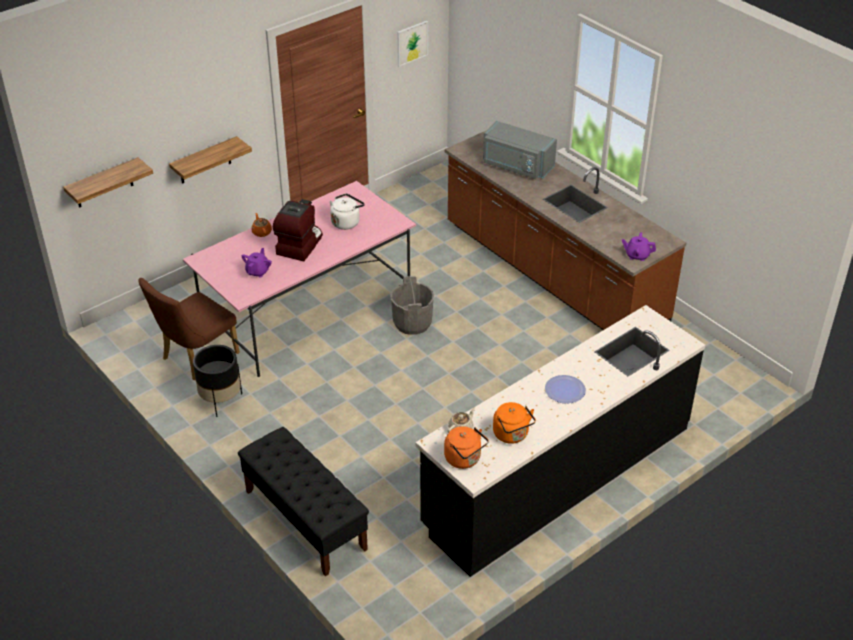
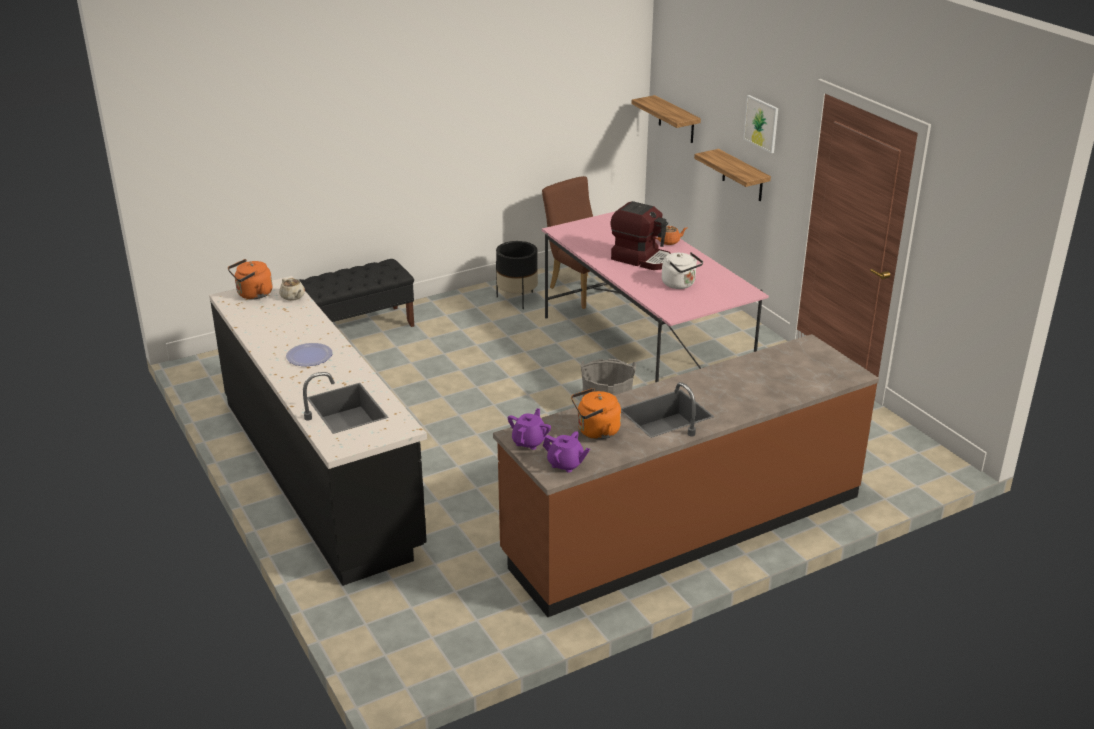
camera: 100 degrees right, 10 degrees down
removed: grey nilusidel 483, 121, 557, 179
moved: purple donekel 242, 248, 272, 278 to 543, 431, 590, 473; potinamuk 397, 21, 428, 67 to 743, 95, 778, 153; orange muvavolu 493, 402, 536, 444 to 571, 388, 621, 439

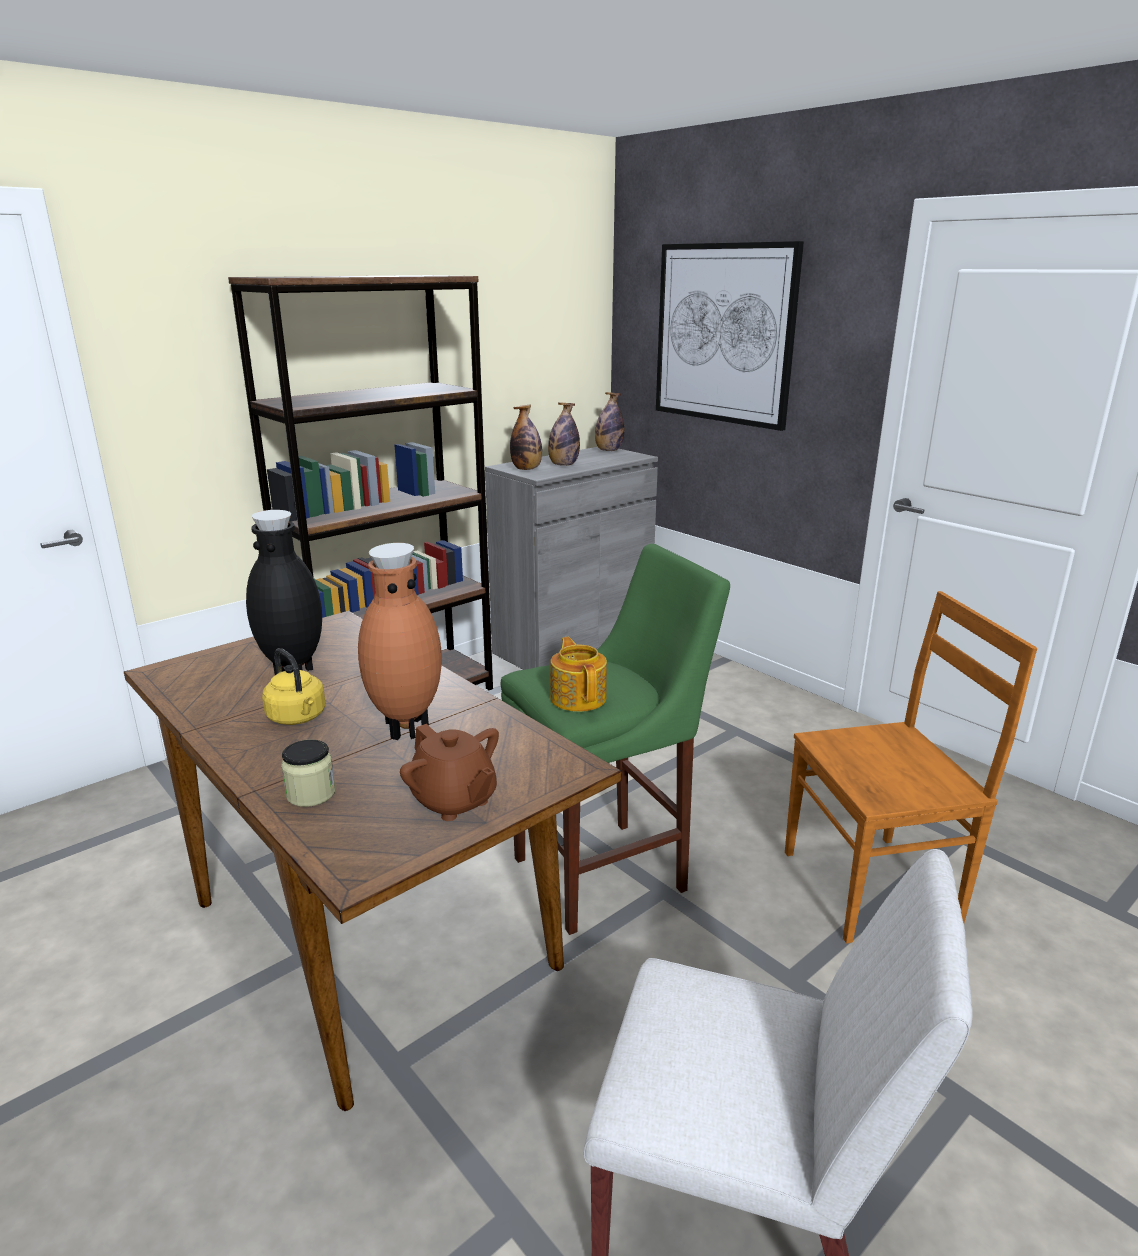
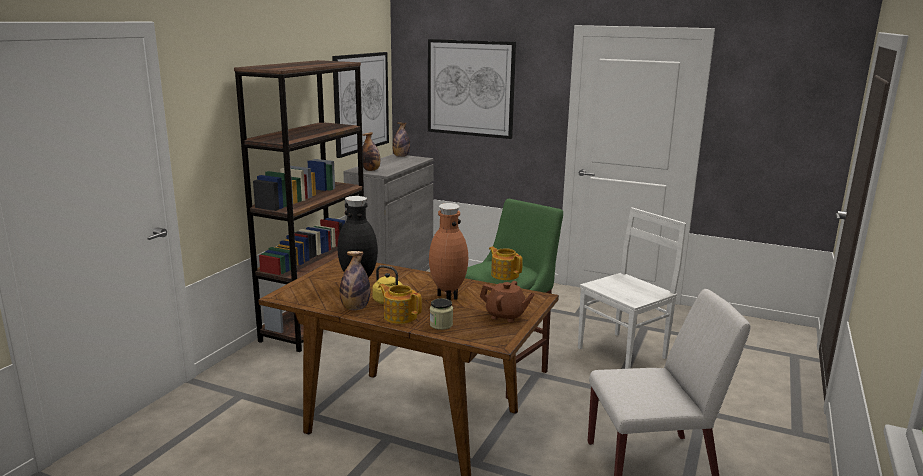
camera: 25 degrees left, 5 degrees down
added: potinamuk 332, 52, 389, 158; donekel 378, 284, 422, 324
moved: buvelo 548, 402, 580, 466 to 340, 251, 370, 310
recoloured: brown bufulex 785, 591, 1037, 943 to white bufulex 578, 208, 686, 369

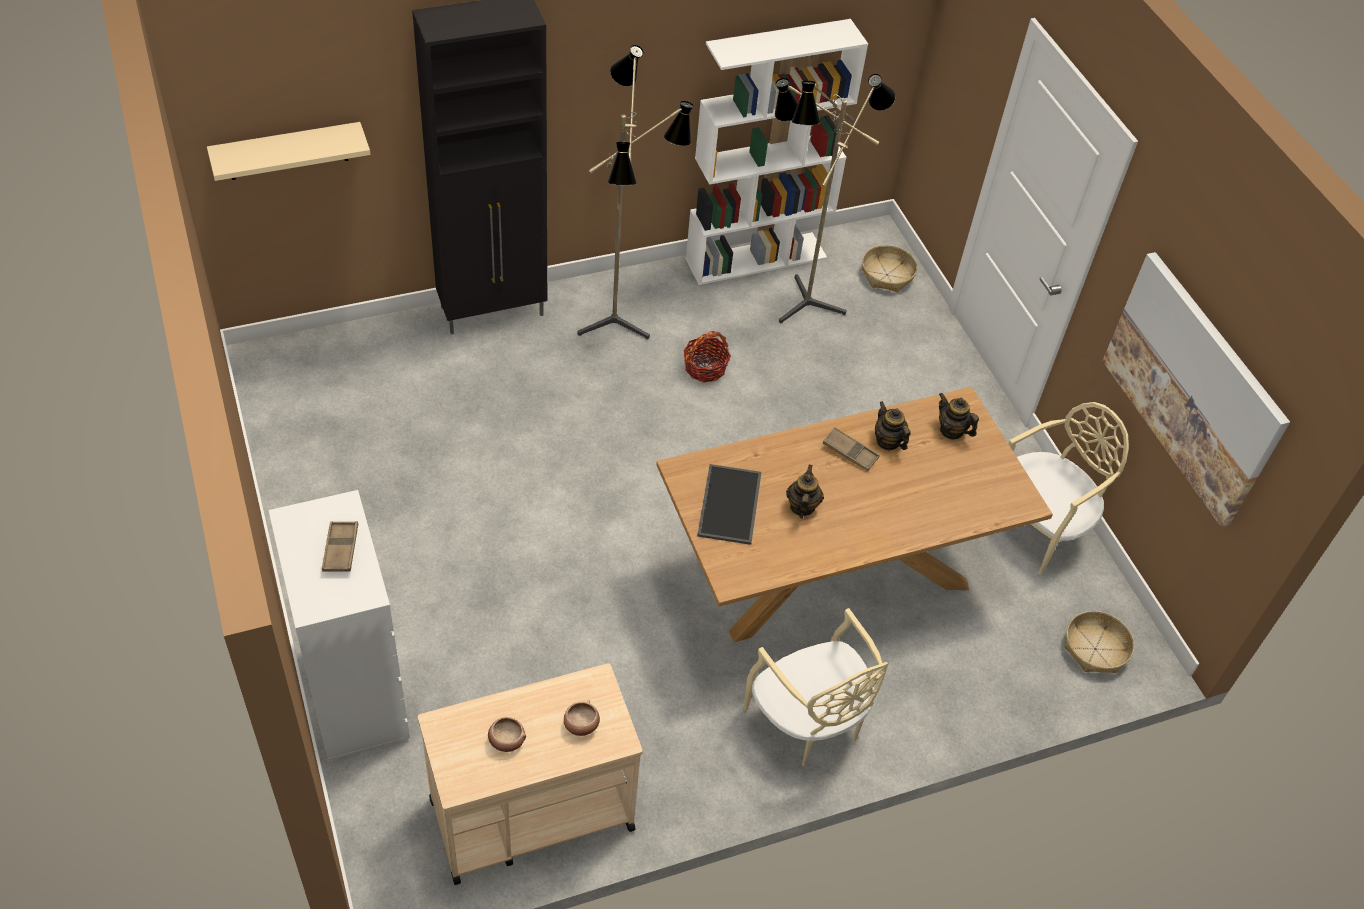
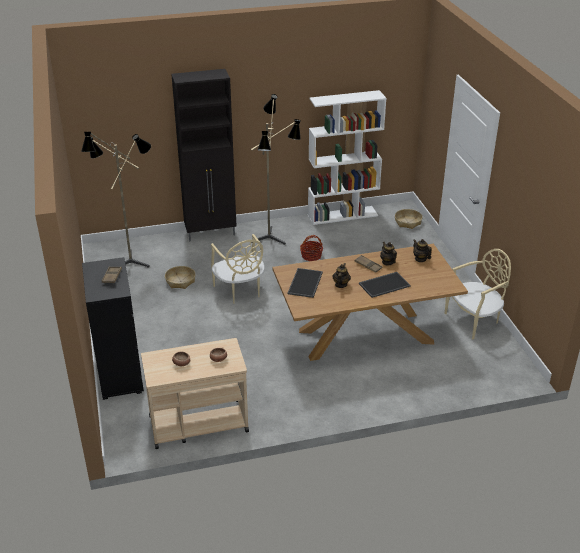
camera: 10 degrees right, 15 degrees down
removed: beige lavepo 207, 122, 370, 181; potinamuk 1102, 252, 1290, 527
added: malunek 359, 272, 411, 298
moved: beige bufulex 744, 608, 888, 766 to 211, 234, 265, 304; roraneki 775, 74, 895, 323 to 81, 131, 151, 268; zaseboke 1065, 611, 1134, 673 to 165, 266, 196, 289
recoloured: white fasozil 268, 490, 410, 763 to black fasozil 82, 257, 144, 400

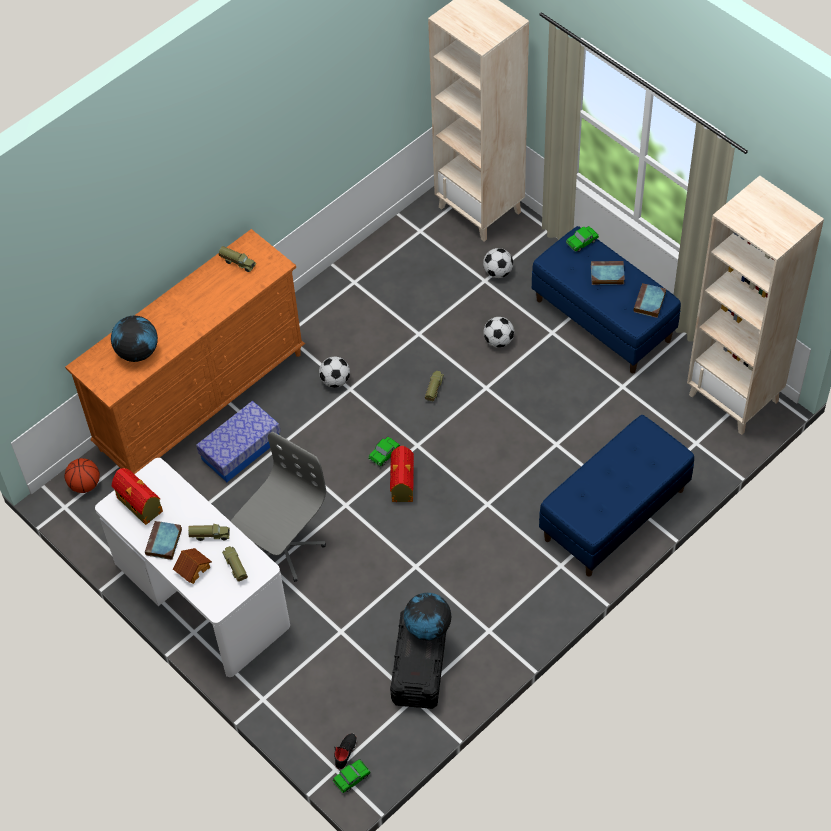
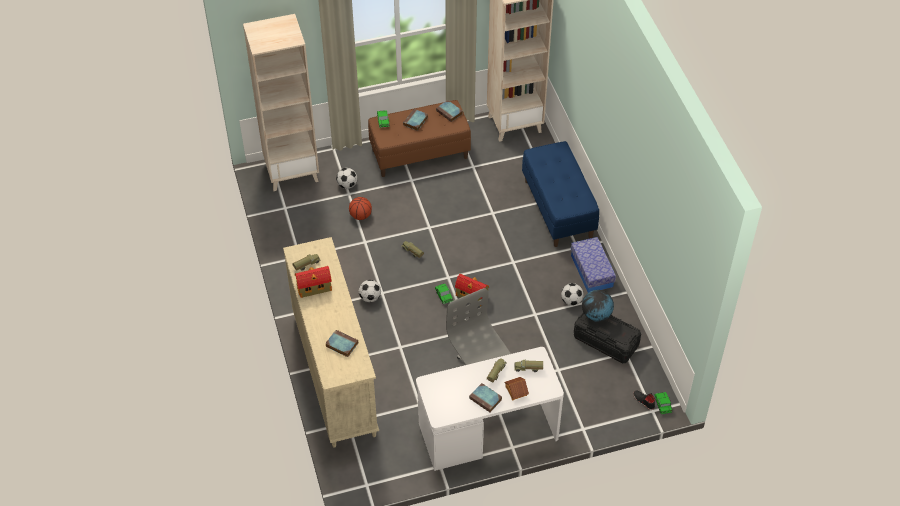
camera: 65 degrees left, 5 degrees down
moved: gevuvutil 64, 458, 100, 493 to 349, 197, 372, 220; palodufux 112, 468, 163, 525 to 295, 266, 332, 298; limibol 196, 401, 281, 482 to 571, 237, 616, 293; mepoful 483, 317, 514, 348 to 561, 283, 584, 306
replaced: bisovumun 111, 315, 158, 362 to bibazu 325, 330, 358, 357
recoloured: orange fasozil 65, 229, 305, 474 to beige fasozil 283, 237, 379, 447; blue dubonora 532, 226, 681, 373 to brown dubonora 368, 100, 471, 177

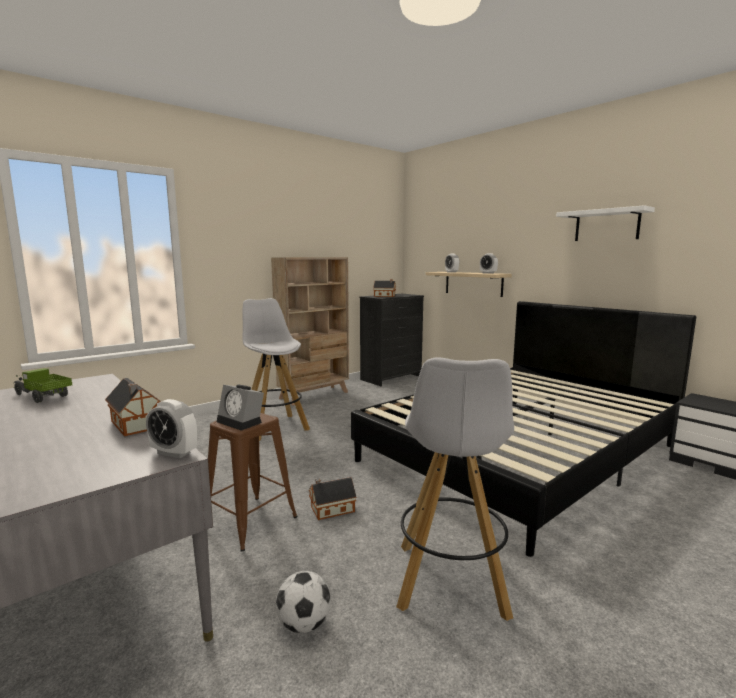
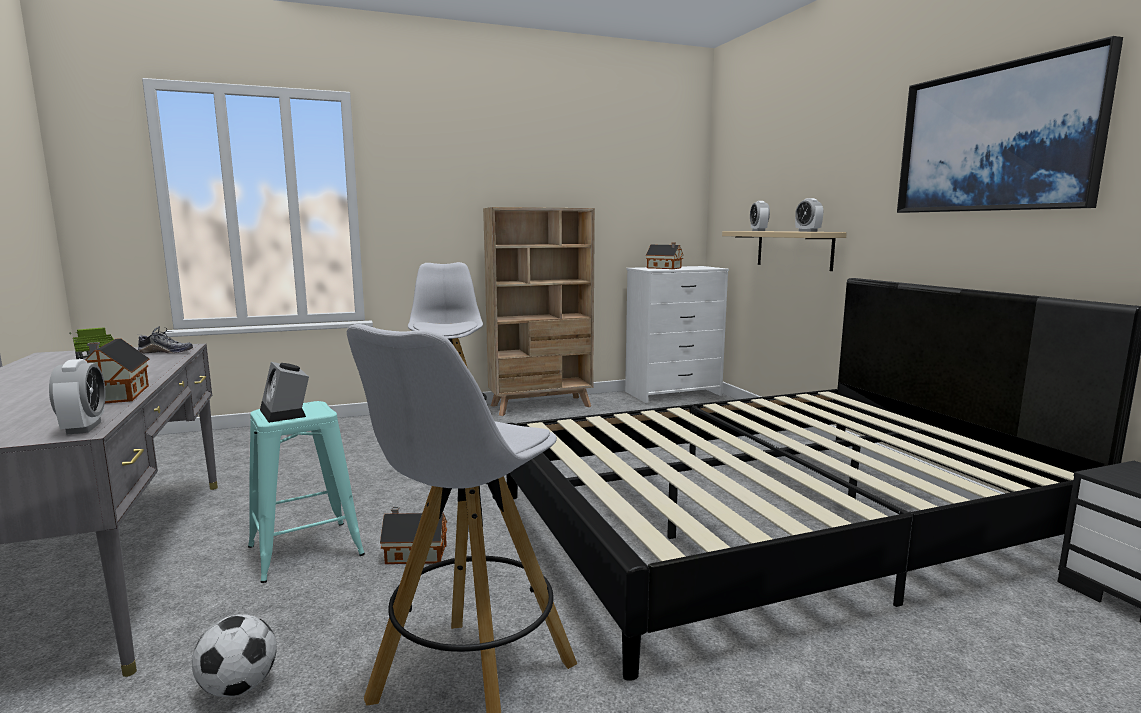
camera: 20 degrees right, 0 degrees up
added: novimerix 138, 326, 193, 353
replaced: white lavepo 556, 205, 655, 241 to potinamuk 897, 36, 1123, 213
recoloured: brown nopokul 208, 413, 298, 552 to turquoise nopokul 248, 401, 365, 583; black fasozil 359, 294, 424, 386 to white fasozil 625, 266, 729, 404
turned: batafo 146, 399, 197, 458 = 49, 359, 105, 435 150 degrees counterclockwise

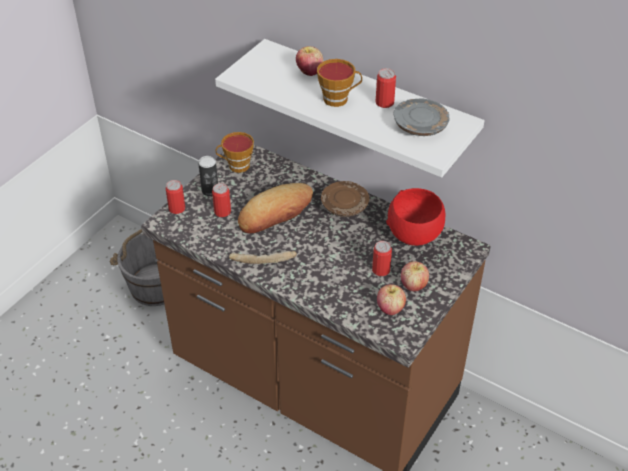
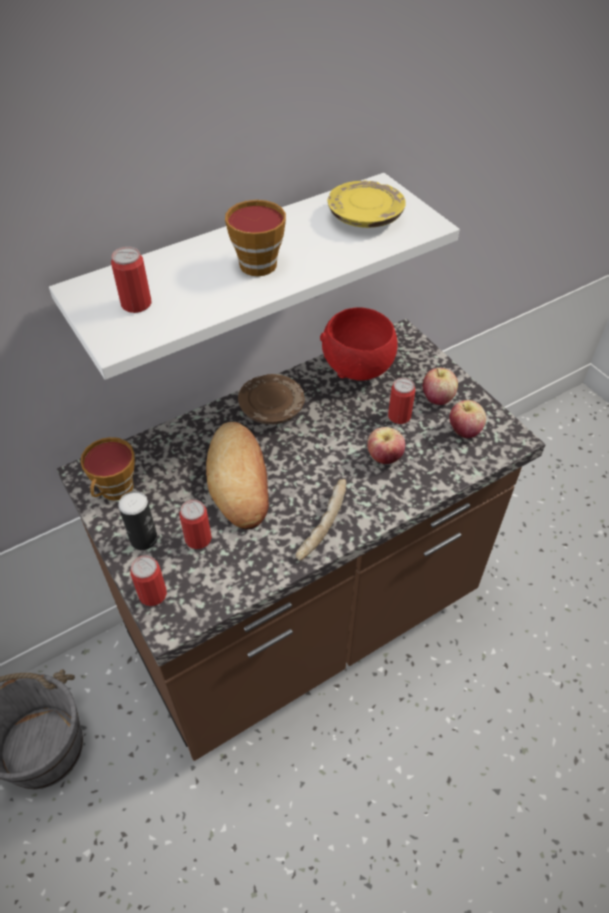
camera: 65 degrees left, 5 degrees up
moved: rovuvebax 296, 46, 323, 76 to 367, 427, 405, 464; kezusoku 375, 68, 396, 108 to 111, 247, 152, 313
recoloured: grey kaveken 394, 98, 450, 136 to yellow kaveken 327, 181, 406, 228

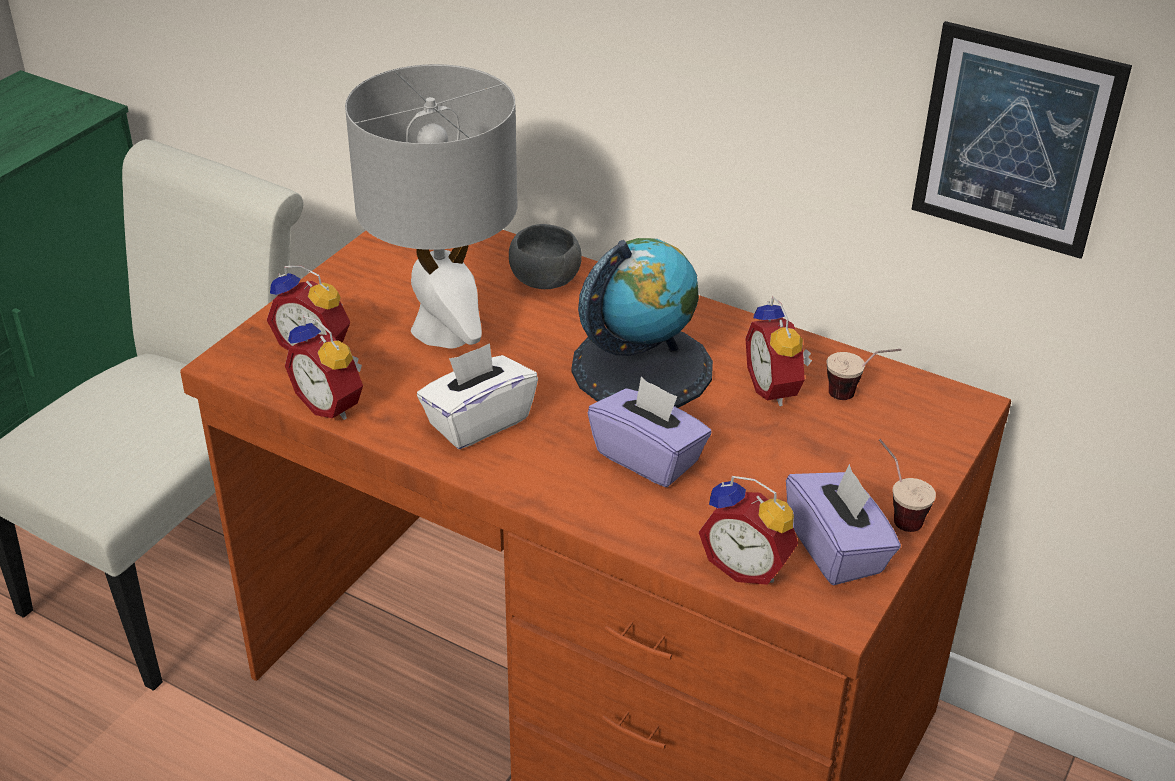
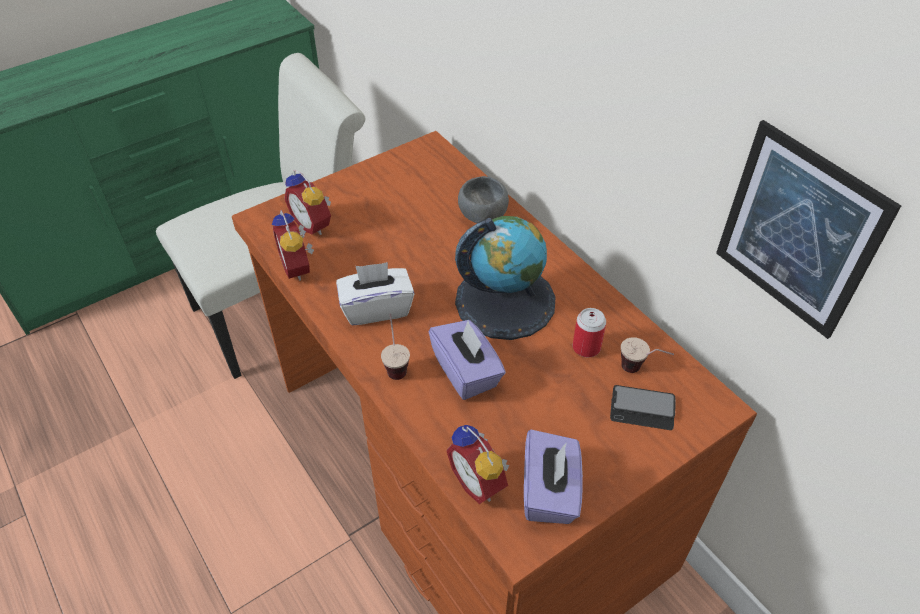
camera: 25 degrees right, 10 degrees up
removed: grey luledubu 345, 64, 517, 349
added: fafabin 610, 385, 676, 430
moved: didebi 879, 439, 936, 532 to 381, 313, 410, 380
replaced: batafo 745, 296, 812, 406 to kezusoku 573, 308, 606, 357

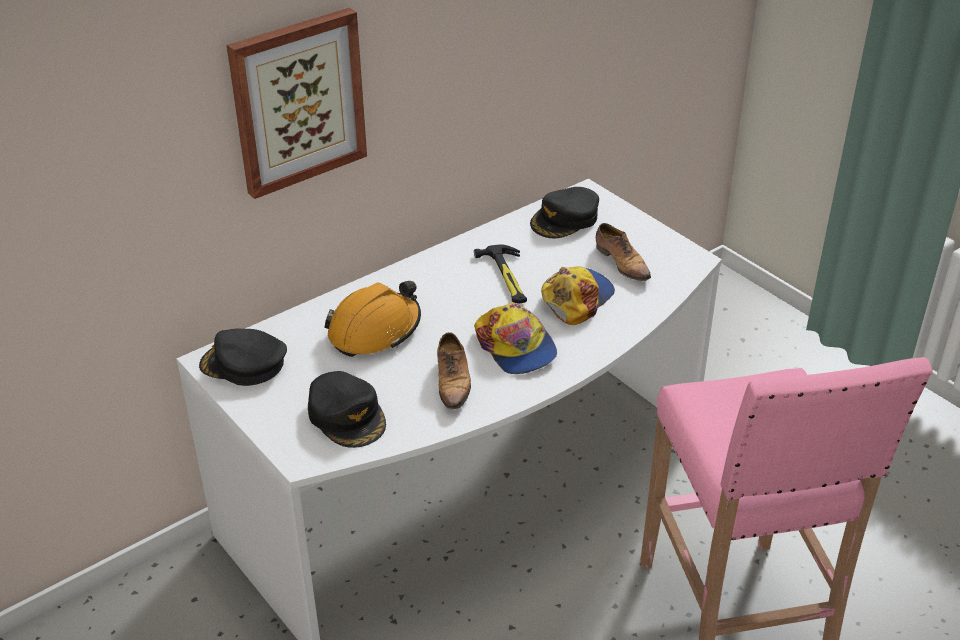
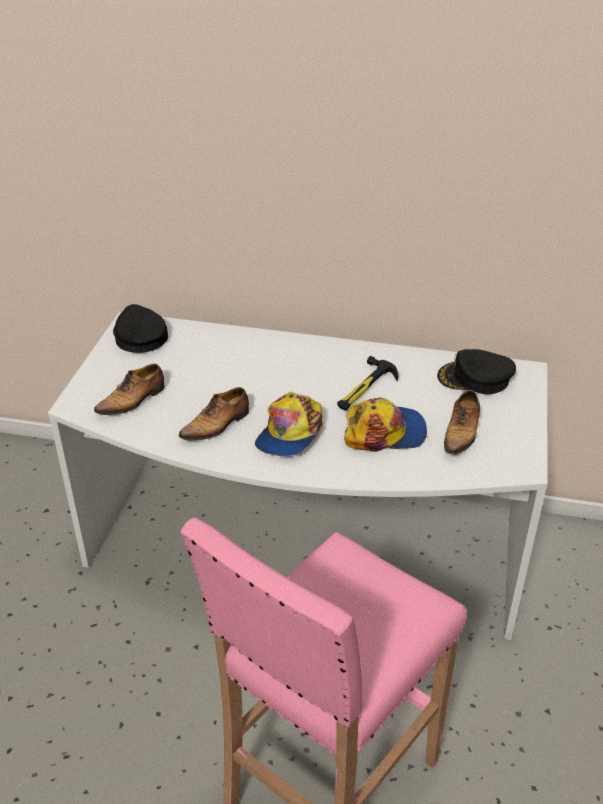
camera: 50 degrees right, 0 degrees up
removed: potinamuk 227, 8, 367, 199; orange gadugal 324, 281, 421, 357
replaced: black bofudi 308, 371, 386, 448 to novimerix 94, 364, 165, 420

